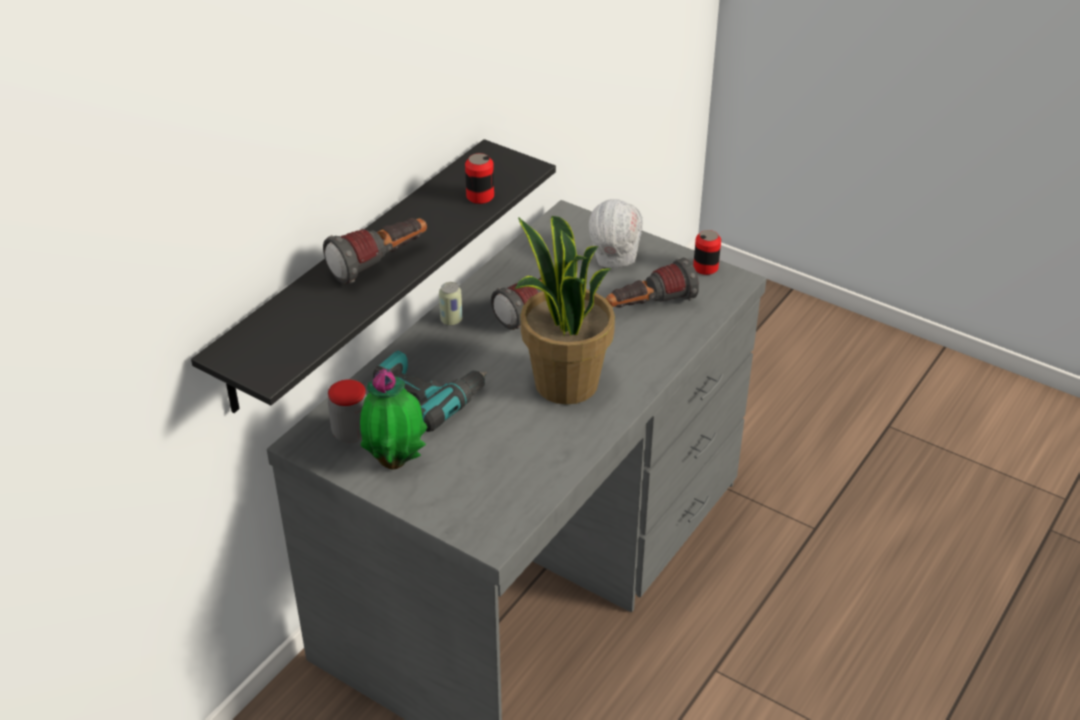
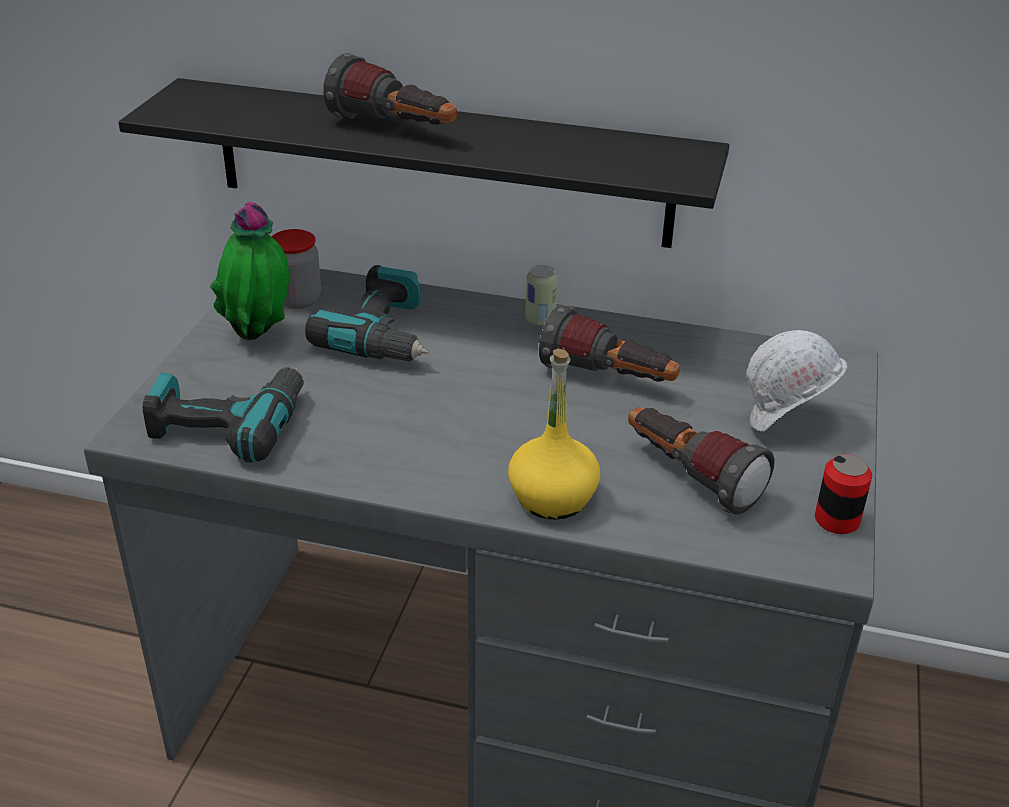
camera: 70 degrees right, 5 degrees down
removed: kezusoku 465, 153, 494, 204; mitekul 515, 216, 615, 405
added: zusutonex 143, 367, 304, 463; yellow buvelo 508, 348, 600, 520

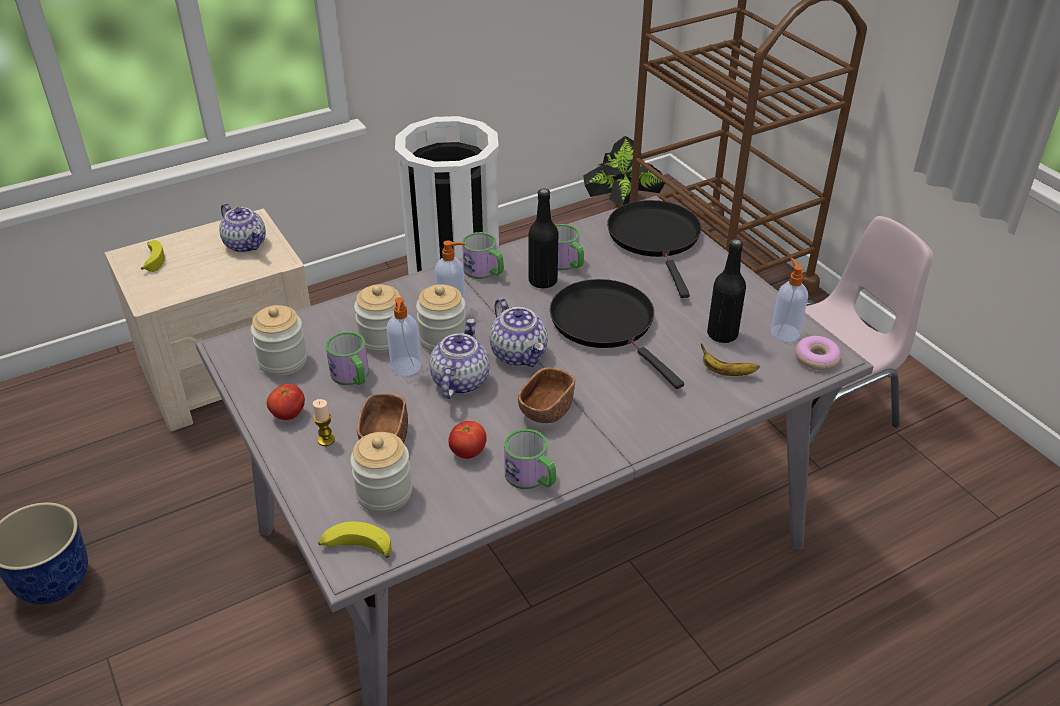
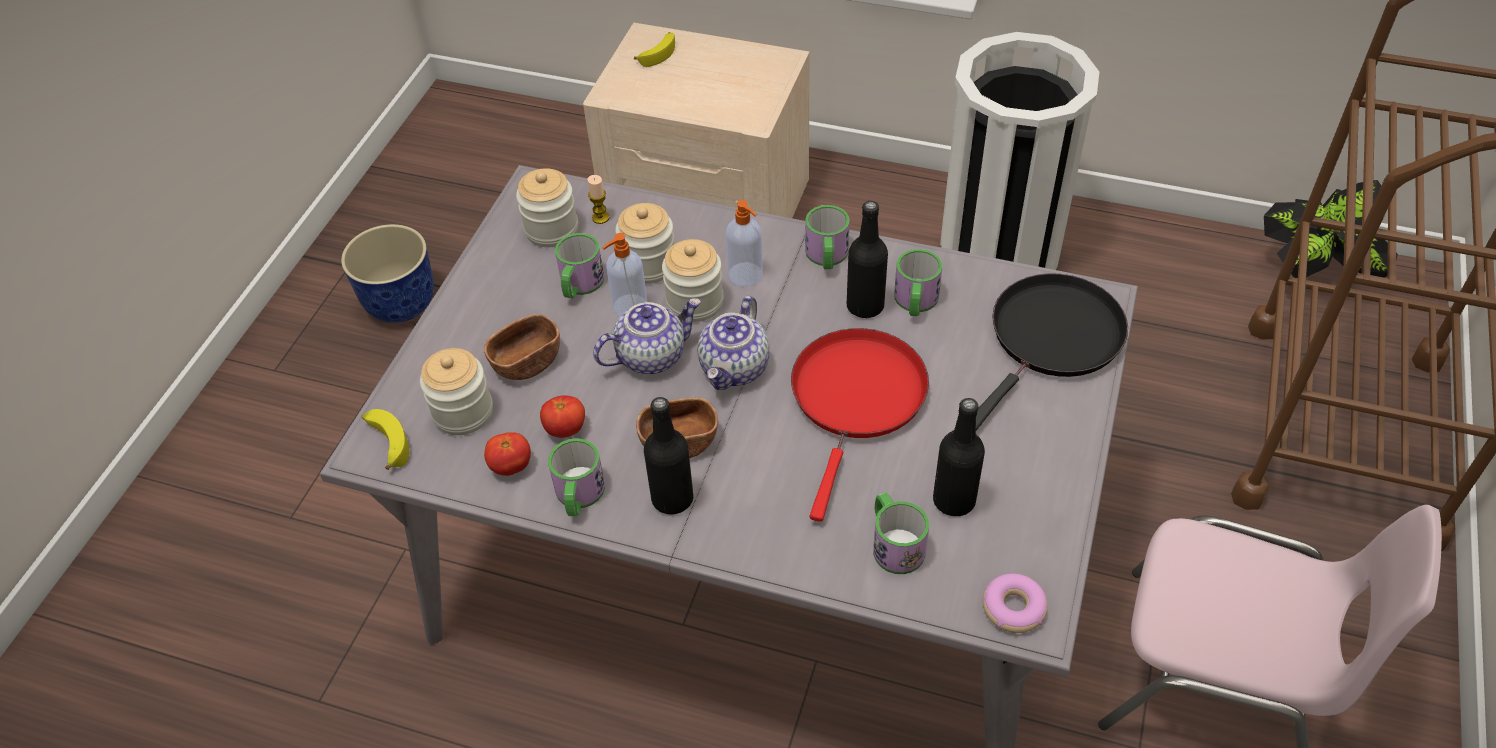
camera: 50 degrees right, 10 degrees up
removed: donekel 219, 203, 266, 253; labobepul 771, 258, 808, 342
added: black buvelo 644, 397, 693, 515
moved: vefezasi 267, 384, 305, 420 to 484, 432, 531, 476; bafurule 313, 399, 335, 446 to 587, 175, 610, 224
replaced: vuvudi 701, 344, 760, 376 to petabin 873, 492, 929, 574
recoloured: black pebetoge 550, 279, 684, 389 to red pebetoge 791, 328, 929, 522

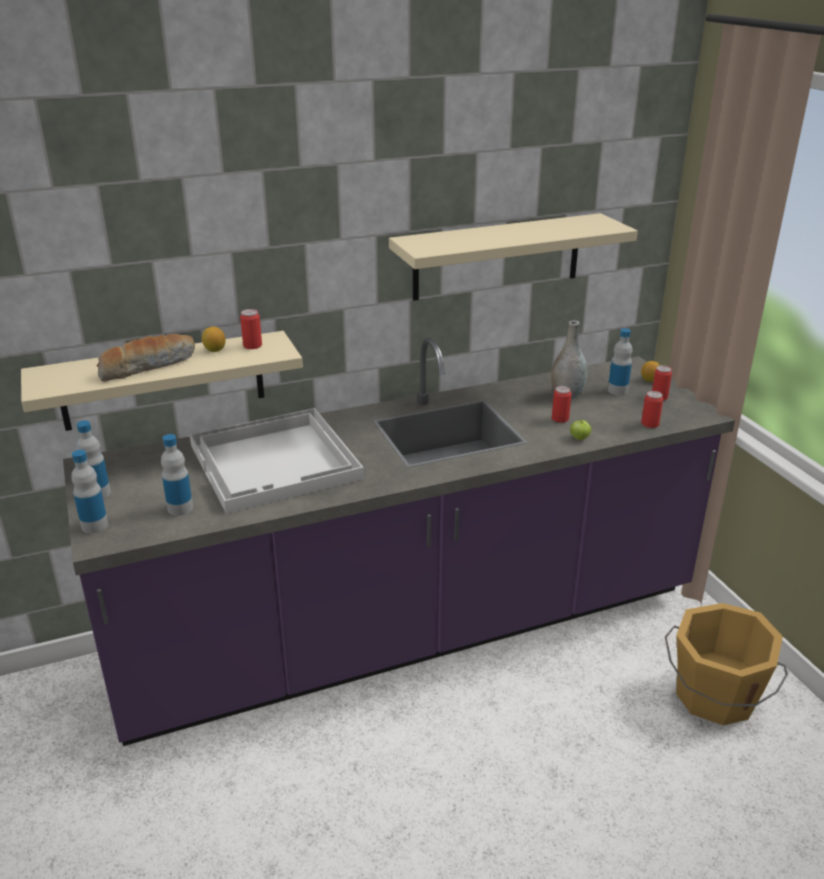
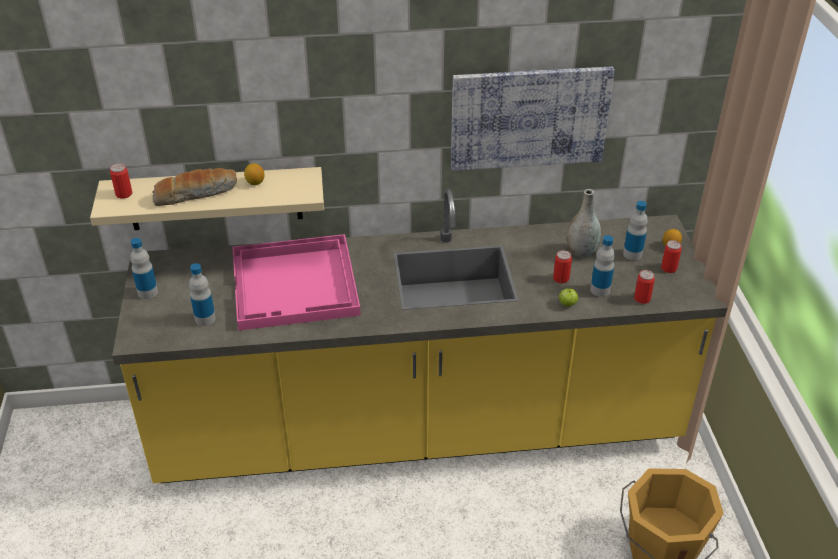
camera: 15 degrees right, 10 degrees up
moved: buvelo 71, 450, 108, 533 to 590, 235, 615, 297; kezusoku 240, 309, 262, 349 to 110, 163, 133, 199
replaced: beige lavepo 389, 213, 638, 301 to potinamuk 451, 67, 615, 171
recoloured: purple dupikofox 63, 338, 735, 746 to yellow dupikofox 112, 188, 727, 483; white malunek 190, 408, 364, 513 to pink malunek 232, 234, 361, 330

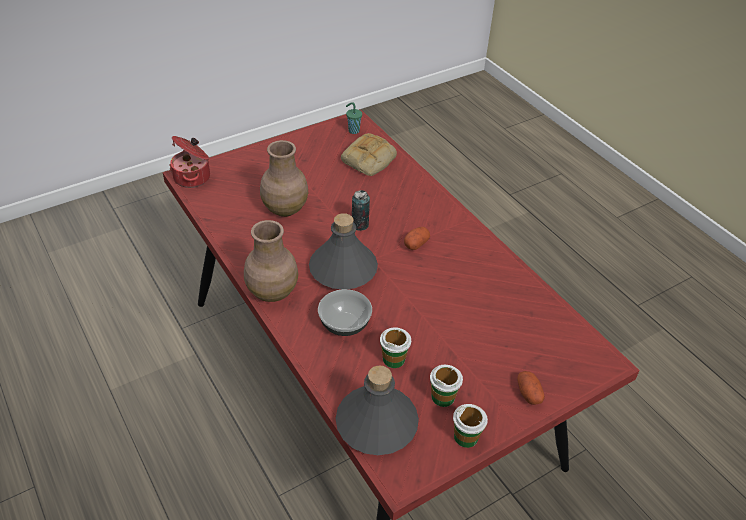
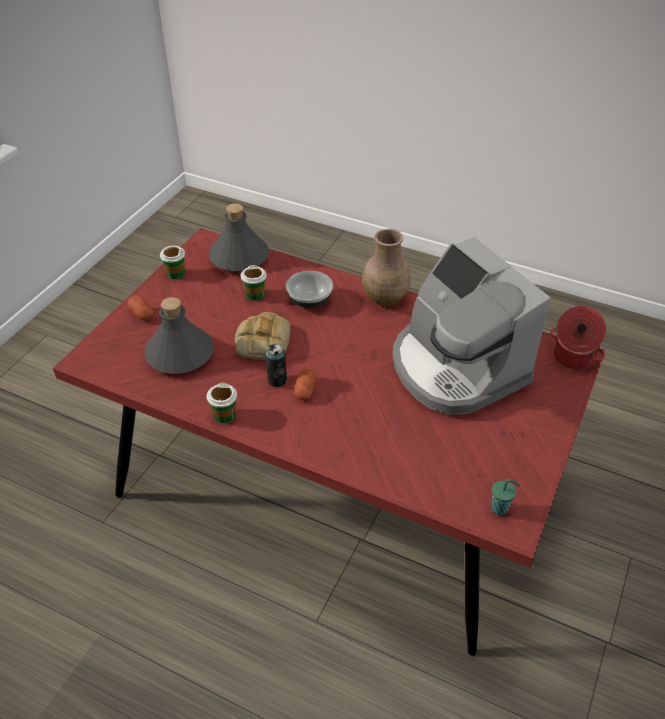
camera: 150 degrees right, 0 degrees up
moved: grey buvelo 309, 213, 378, 289 to 144, 297, 214, 374; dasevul 341, 133, 397, 176 to 235, 312, 290, 360; kezusoku 352, 190, 370, 231 to 266, 344, 287, 387; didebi 430, 365, 463, 407 to 206, 383, 237, 423
replaced: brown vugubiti 260, 140, 308, 217 to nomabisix 393, 237, 551, 415

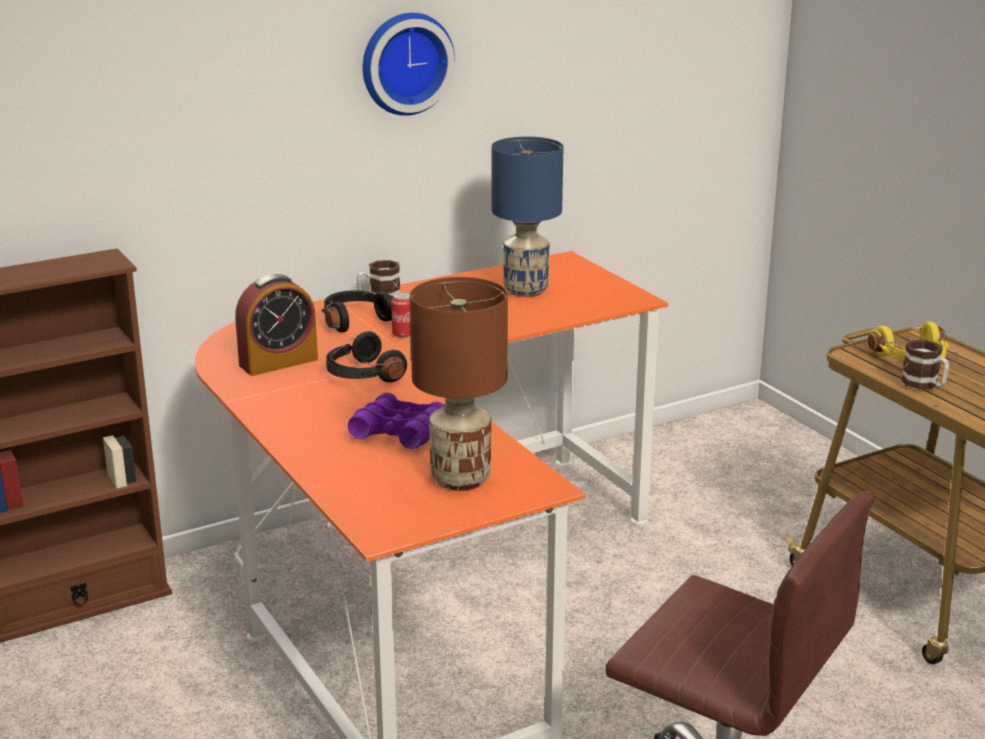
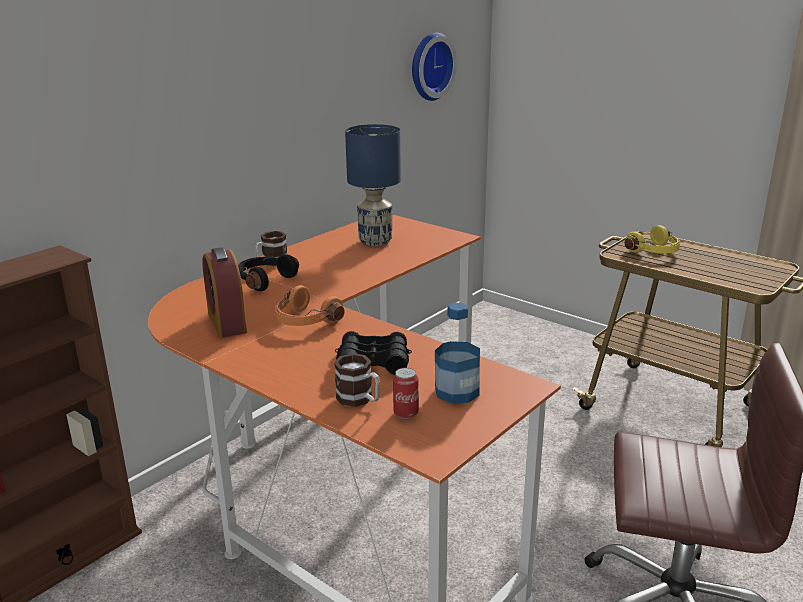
camera: 20 degrees left, 0 degrees up
moved: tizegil 363, 13, 455, 116 to 412, 32, 457, 101; kezusoku 391, 292, 411, 338 to 393, 368, 419, 419; petabin 901, 340, 949, 389 to 334, 353, 380, 407
replaced: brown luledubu 410, 277, 508, 491 to buvelo 435, 303, 480, 404
recoloured: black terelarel 326, 331, 407, 382 to orange terelarel 275, 285, 345, 326; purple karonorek 348, 392, 445, 449 to black karonorek 335, 331, 412, 375
turned: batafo 235, 274, 318, 376 = 202, 247, 247, 338 120 degrees clockwise

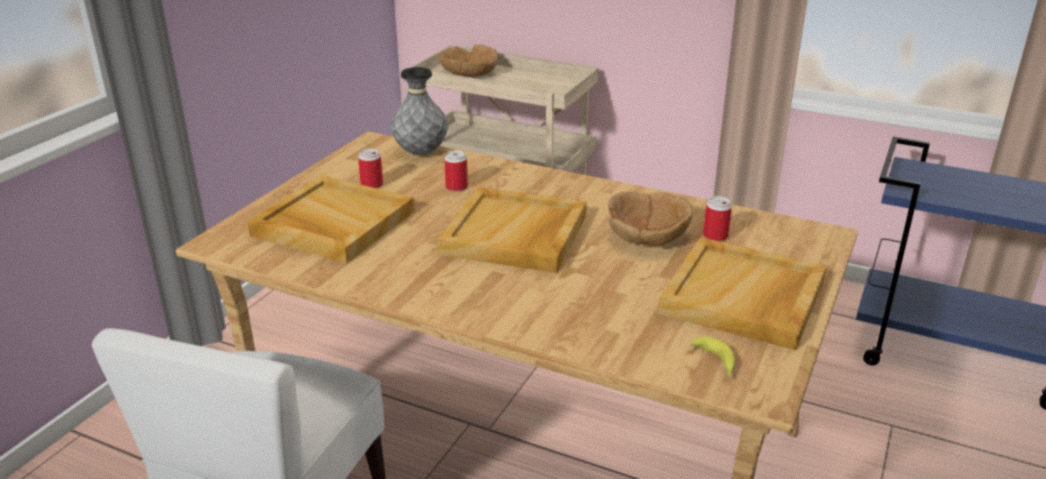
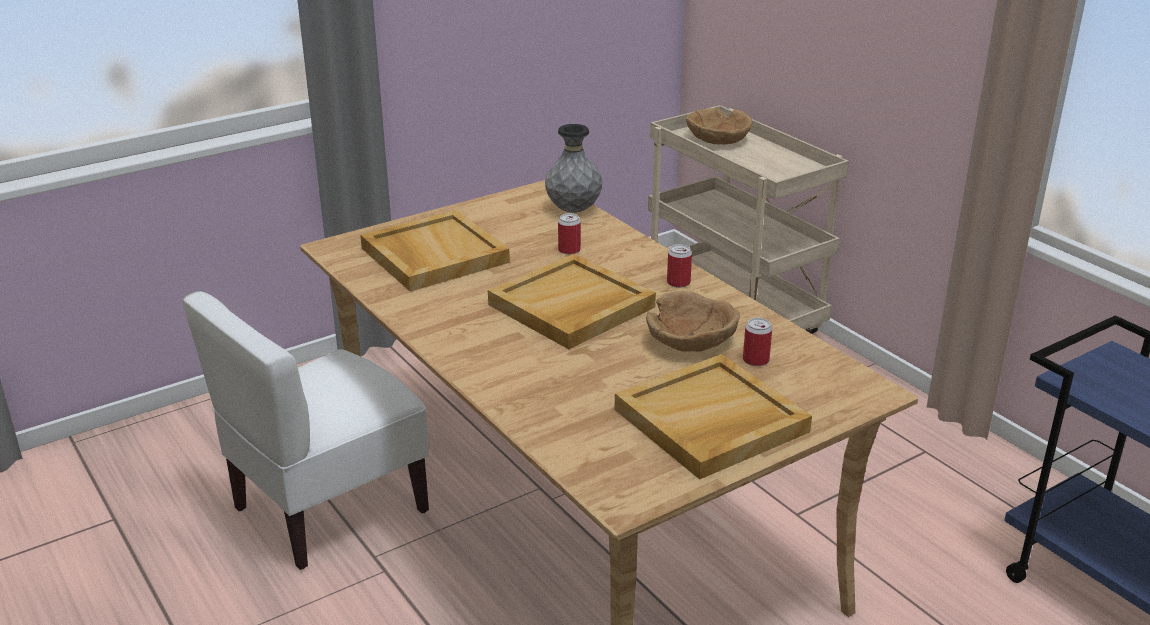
camera: 30 degrees right, 0 degrees up
removed: vuvudi 691, 337, 735, 377
moved: kezusoku 358, 148, 383, 188 to 667, 244, 692, 288

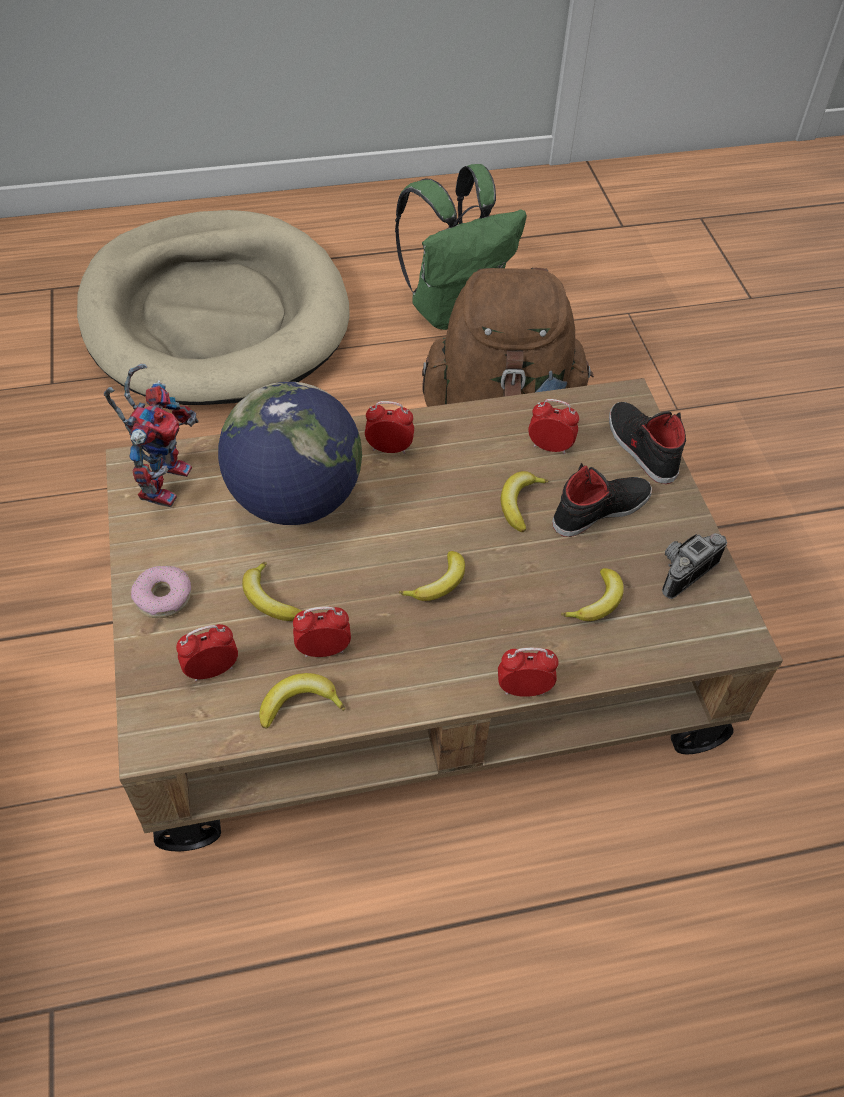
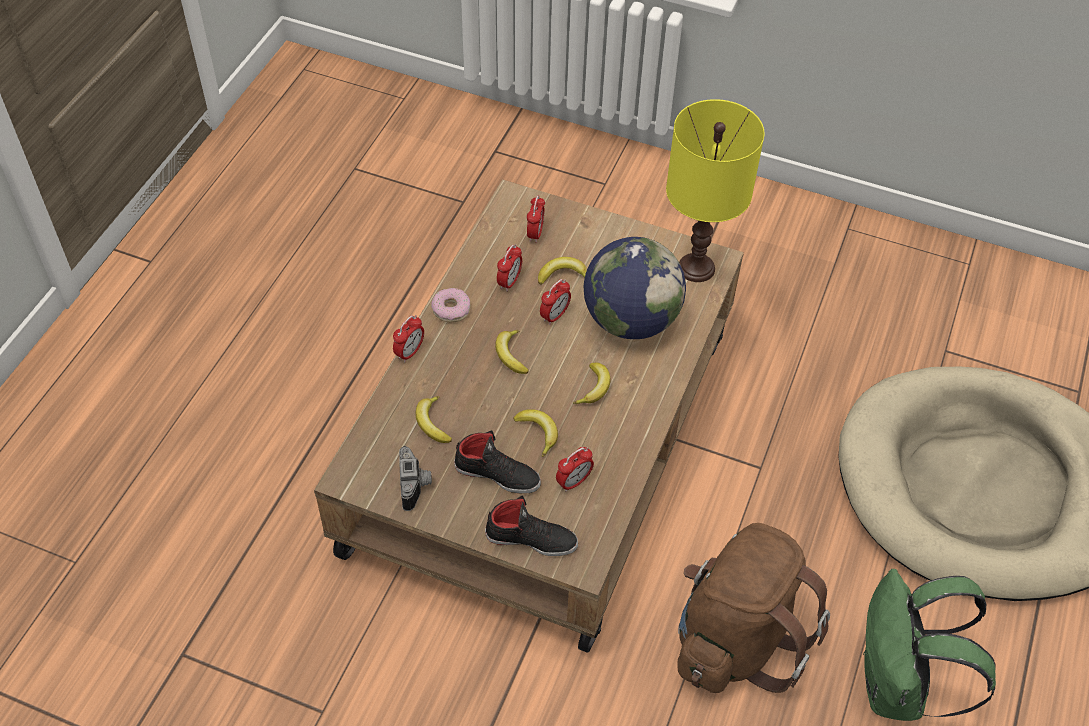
camera: 125 degrees right, 0 degrees up
moved: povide 131, 566, 191, 618 to 431, 288, 471, 322; vuvudi 259, 673, 345, 729 to 573, 363, 610, 404; batafo 365, 401, 414, 454 to 540, 279, 571, 325
replaced: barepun 104, 364, 198, 507 to yellow luledubu 666, 99, 765, 282
turned: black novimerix 552, 463, 652, 537 = 454, 430, 541, 493 75 degrees counterclockwise

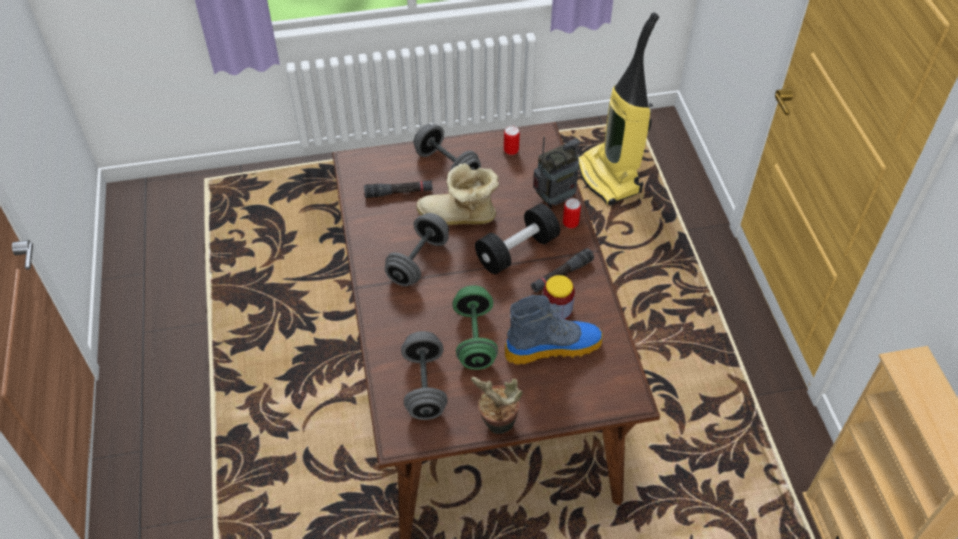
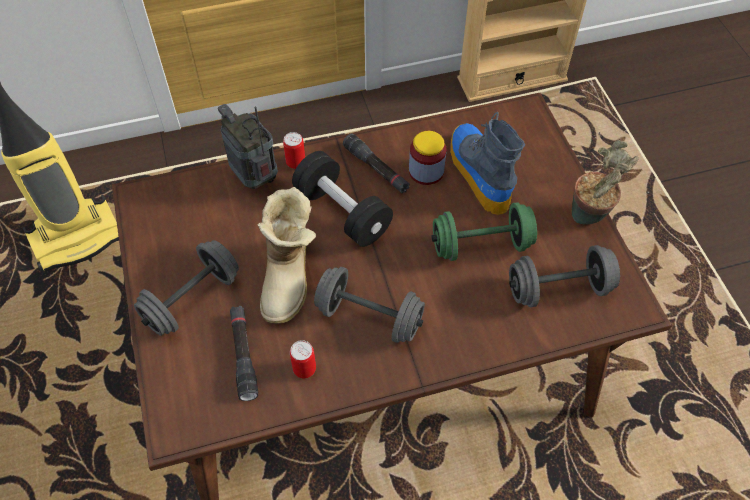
camera: 95 degrees left, 5 degrees up
moved: kezusoku 504, 126, 520, 155 to 290, 340, 316, 378

